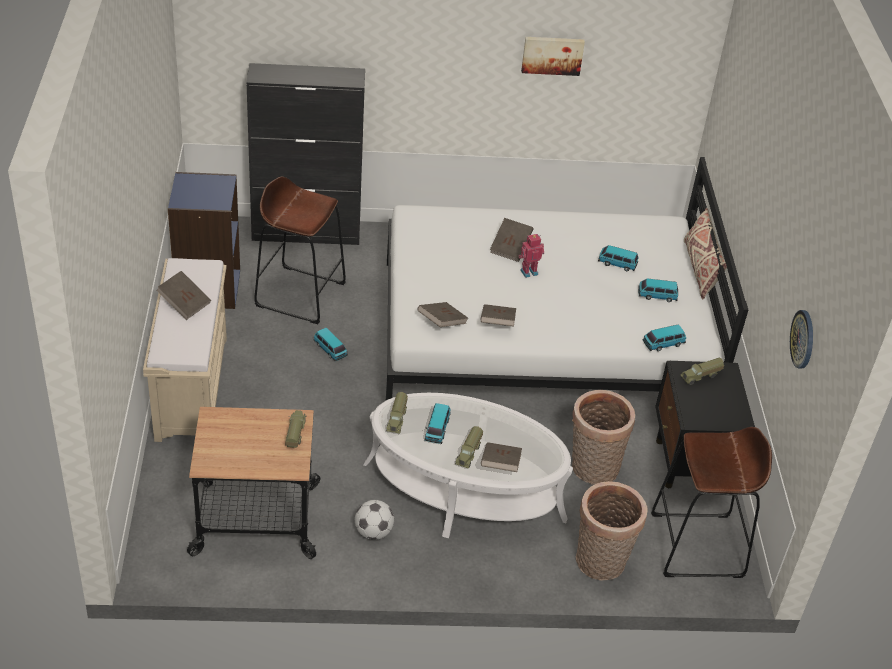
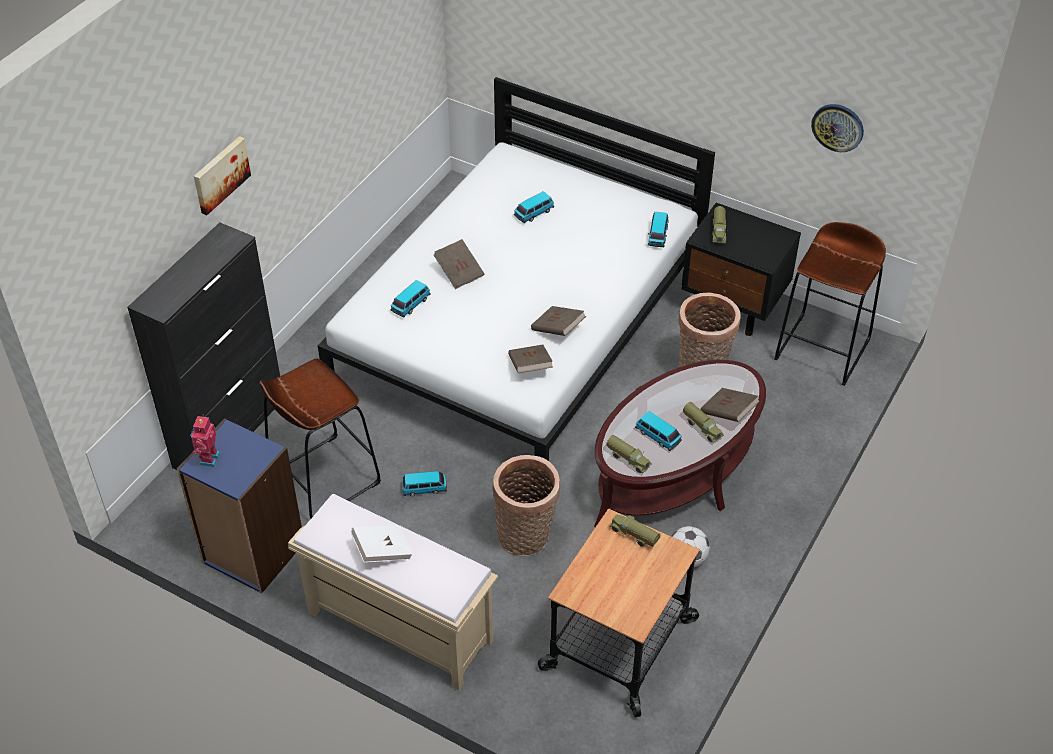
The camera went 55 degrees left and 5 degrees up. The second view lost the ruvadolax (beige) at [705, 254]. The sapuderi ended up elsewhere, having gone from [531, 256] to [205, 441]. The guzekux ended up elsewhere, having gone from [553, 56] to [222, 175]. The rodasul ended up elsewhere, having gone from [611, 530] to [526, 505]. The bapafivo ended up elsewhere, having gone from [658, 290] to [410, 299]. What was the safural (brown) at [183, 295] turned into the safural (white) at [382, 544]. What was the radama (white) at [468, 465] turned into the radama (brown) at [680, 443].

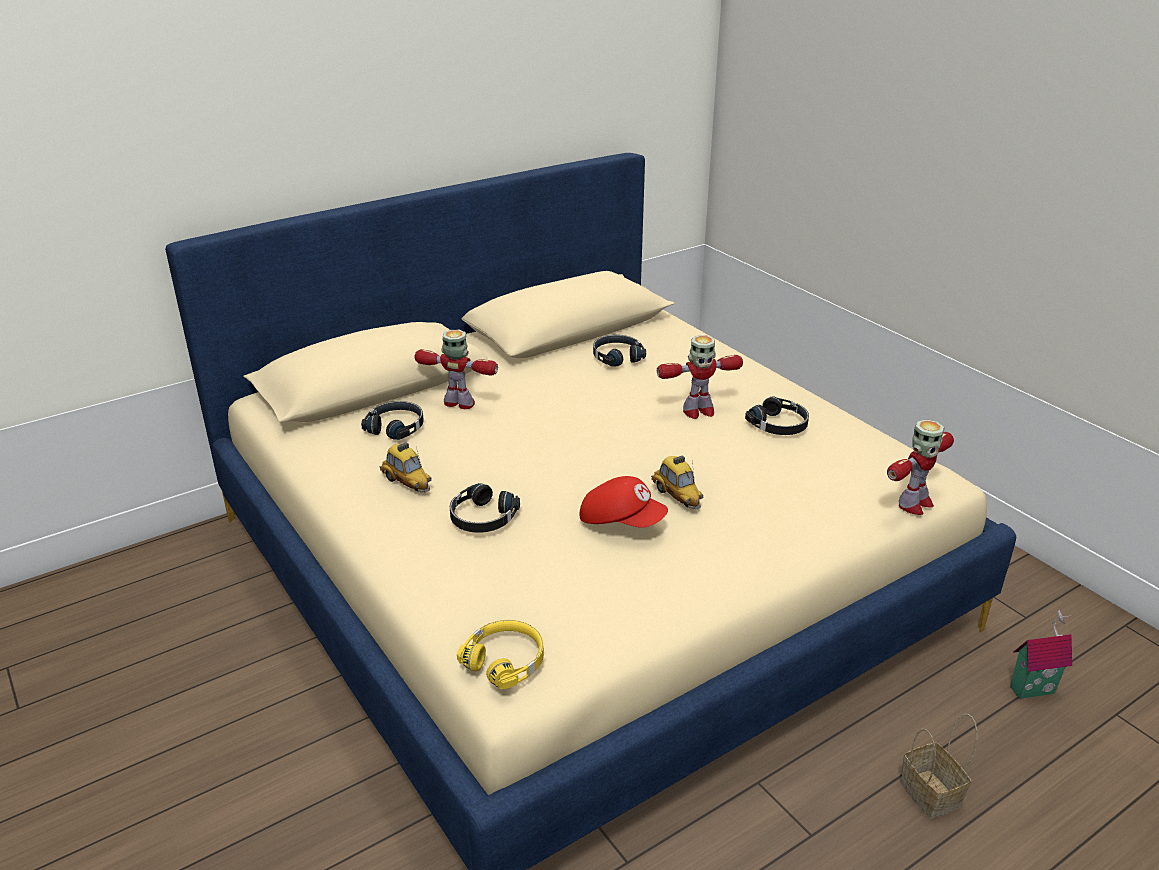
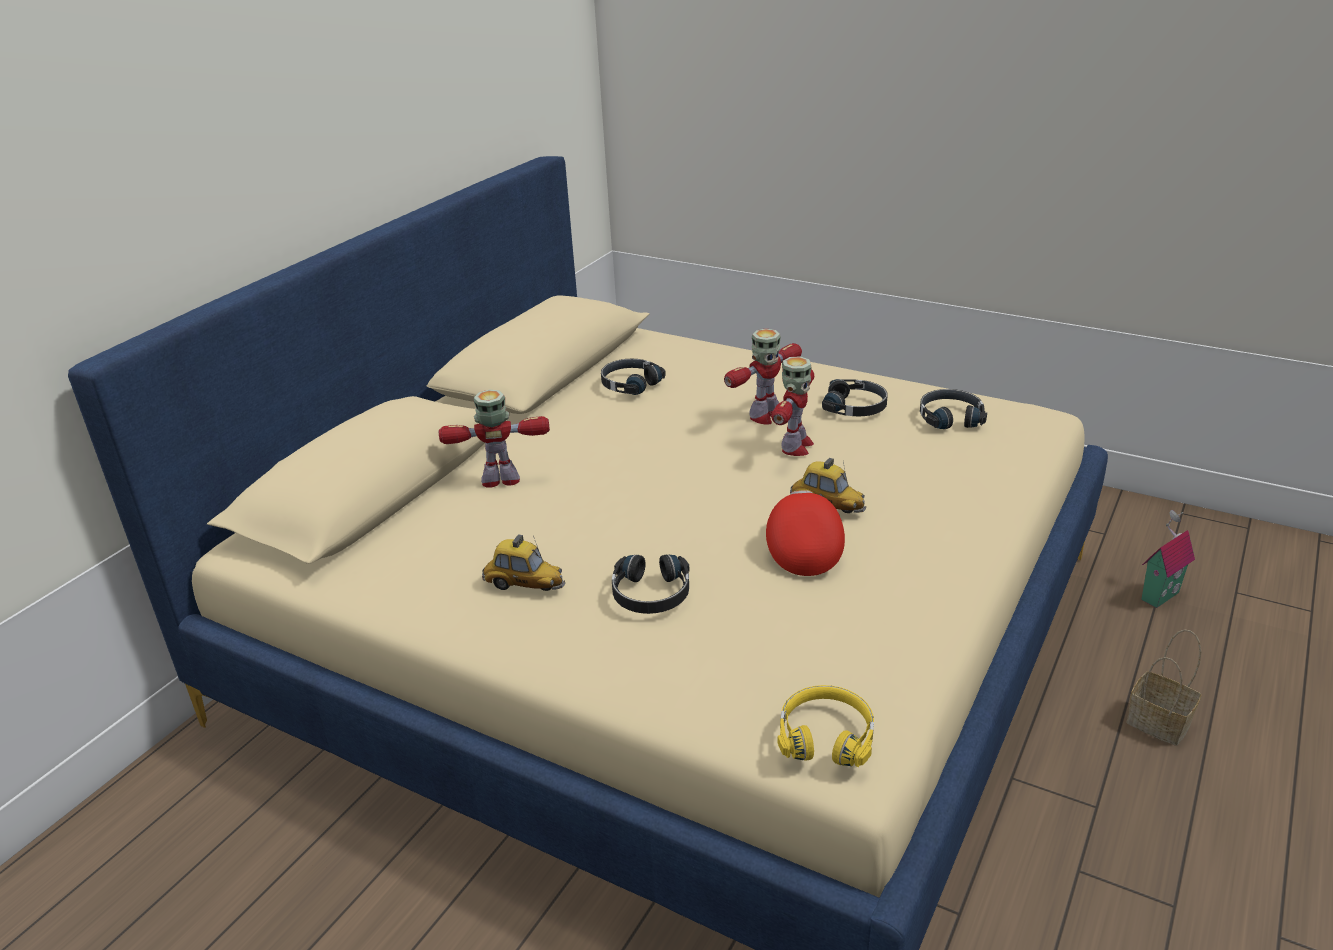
The camera went 25 degrees left and 0 degrees up. The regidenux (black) ended up elsewhere, having gone from [392, 420] to [953, 409]. The sapuderi ended up elsewhere, having gone from [920, 467] to [792, 406]. The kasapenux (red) at [624, 502] ended up facing another way, 90 degrees counterclockwise from before.

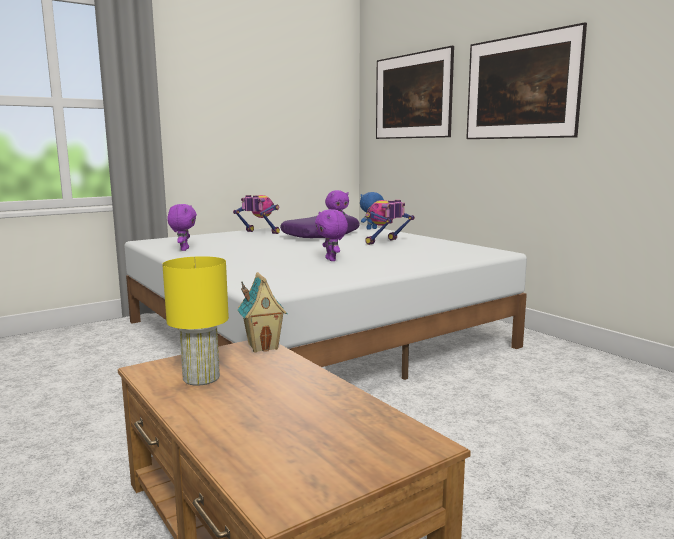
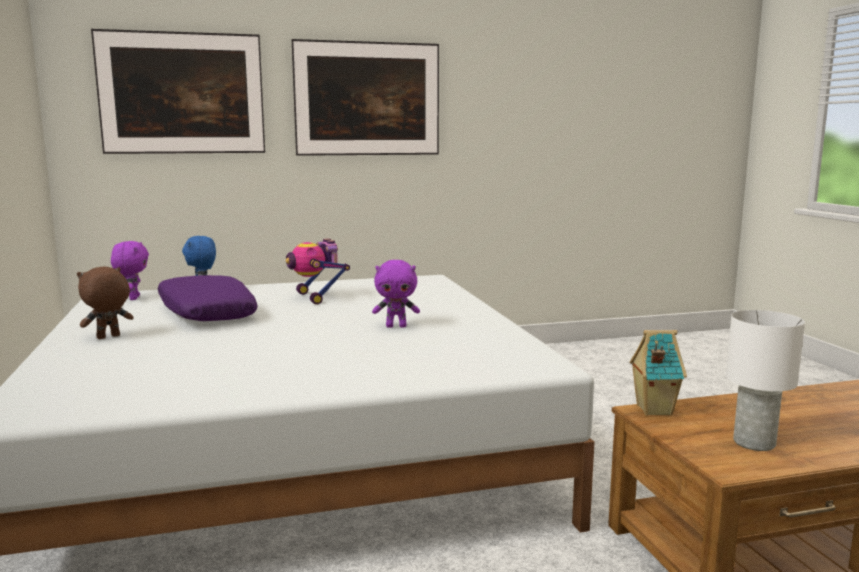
The camera went 70 degrees left and 0 degrees up. The second view lost the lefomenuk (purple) at [182, 227]. Where the sapuderi stood at [256, 214], the lefomenuk (brown) came to stand at [105, 303]. What was the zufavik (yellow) at [195, 321] turned into the zufavik (white) at [765, 380].

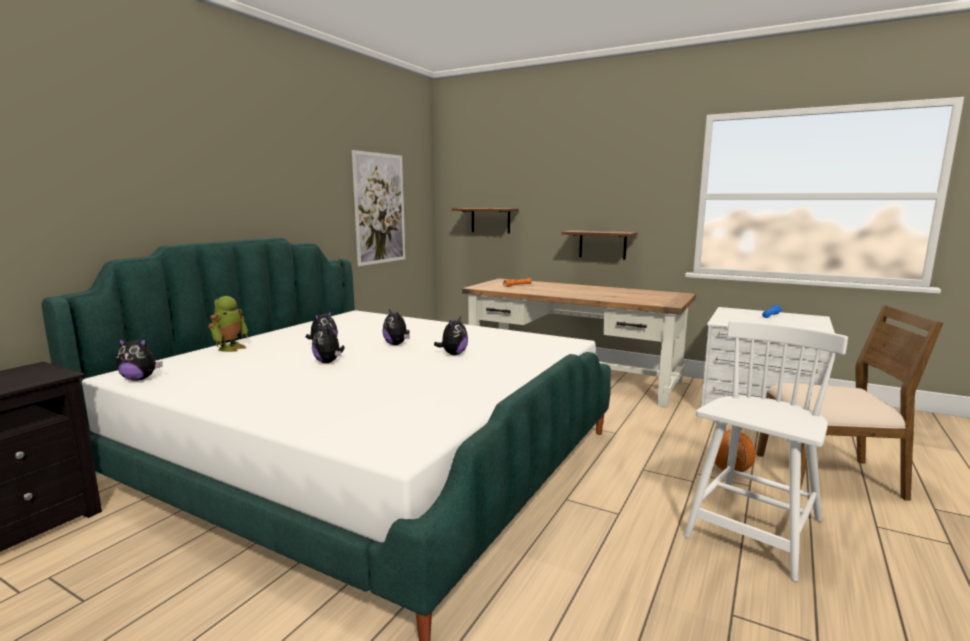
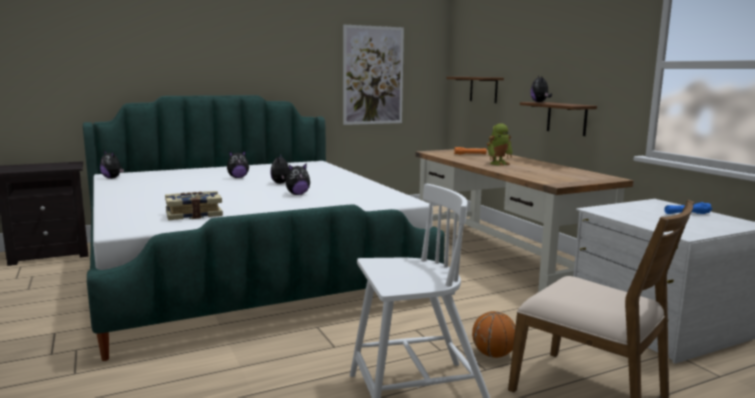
The camera went 35 degrees right and 0 degrees up. The second view gained the safural at [194, 205]. The sapuderi ended up elsewhere, having gone from [228, 324] to [500, 144]. The lefomenuk ended up elsewhere, having gone from [328, 343] to [541, 89].

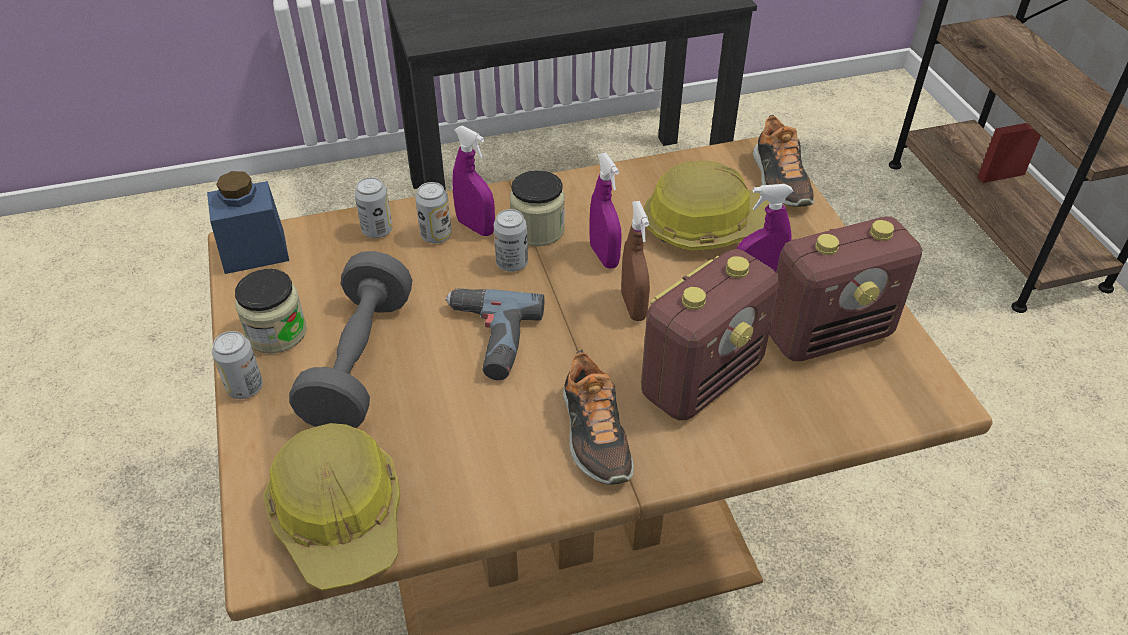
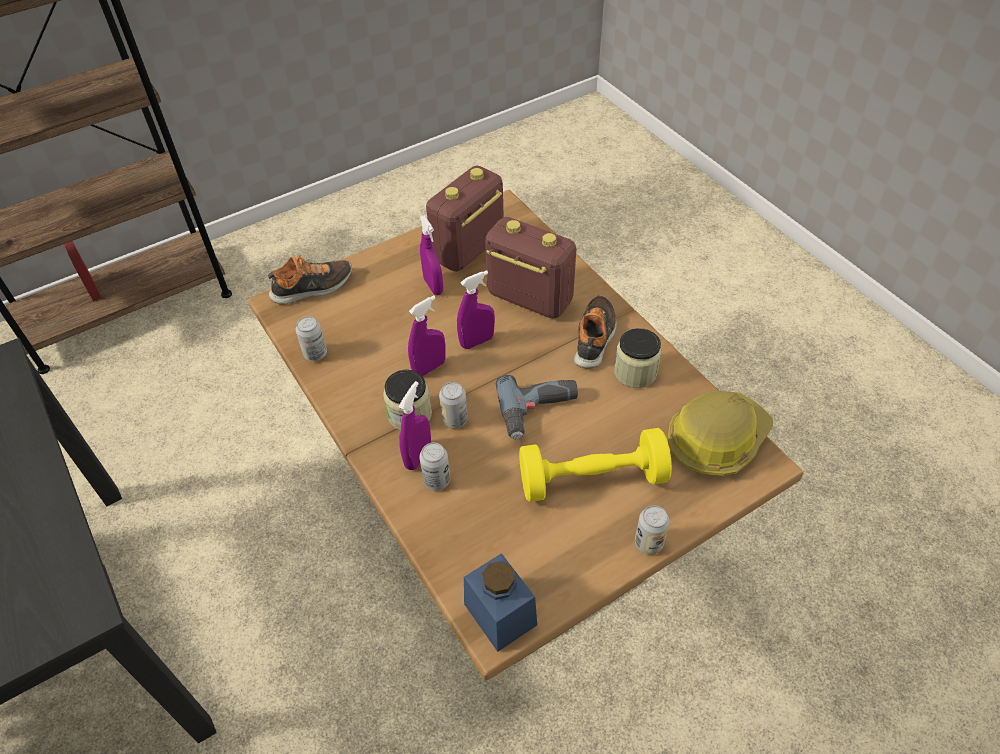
The camera went 105 degrees left and 5 degrees up. The second view lost the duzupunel at [706, 206]. The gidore ended up elsewhere, having gone from [271, 311] to [637, 358]. The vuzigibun ended up elsewhere, having gone from [373, 207] to [311, 338]. What was the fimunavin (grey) at [350, 339] turned into the fimunavin (yellow) at [595, 465]. What was the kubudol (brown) at [635, 261] turned into the kubudol (purple) at [476, 309]. The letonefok at [598, 417] ended up facing another way, 45 degrees counterclockwise from before. The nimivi at [845, 288] ended up facing another way, 105 degrees counterclockwise from before.

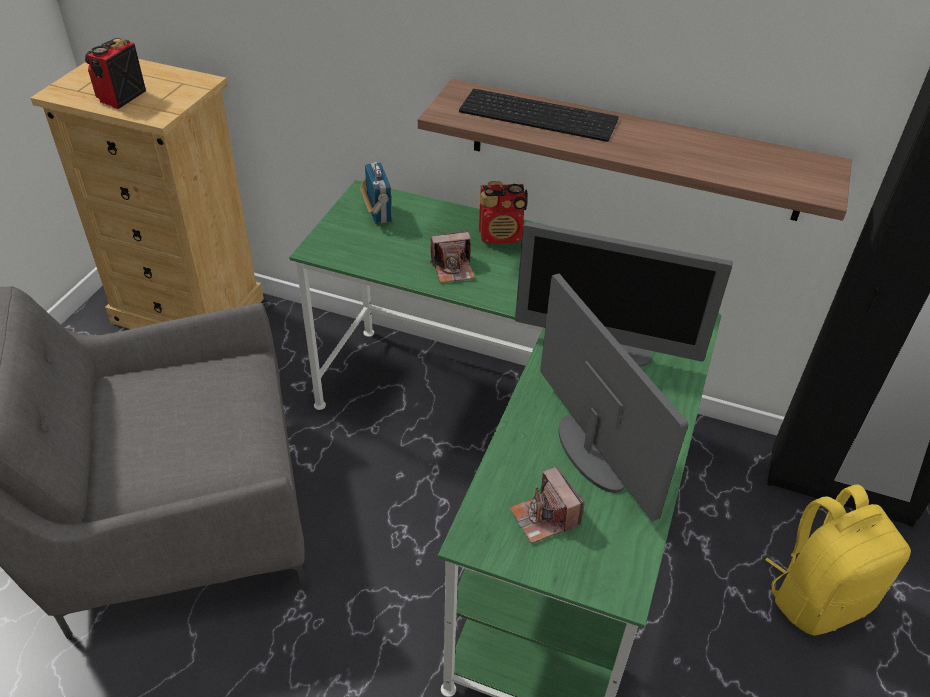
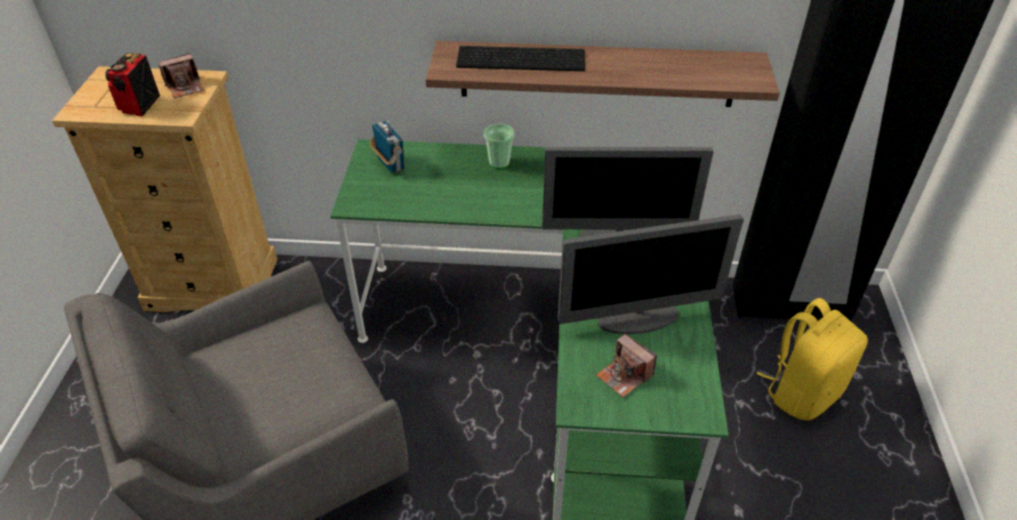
The camera went 15 degrees left and 0 degrees up. The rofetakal ended up elsewhere, having gone from [452, 256] to [181, 75]. Where the nimivi stood at [503, 212], the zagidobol came to stand at [499, 146]. The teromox at [614, 397] ended up facing another way, 120 degrees clockwise from before.

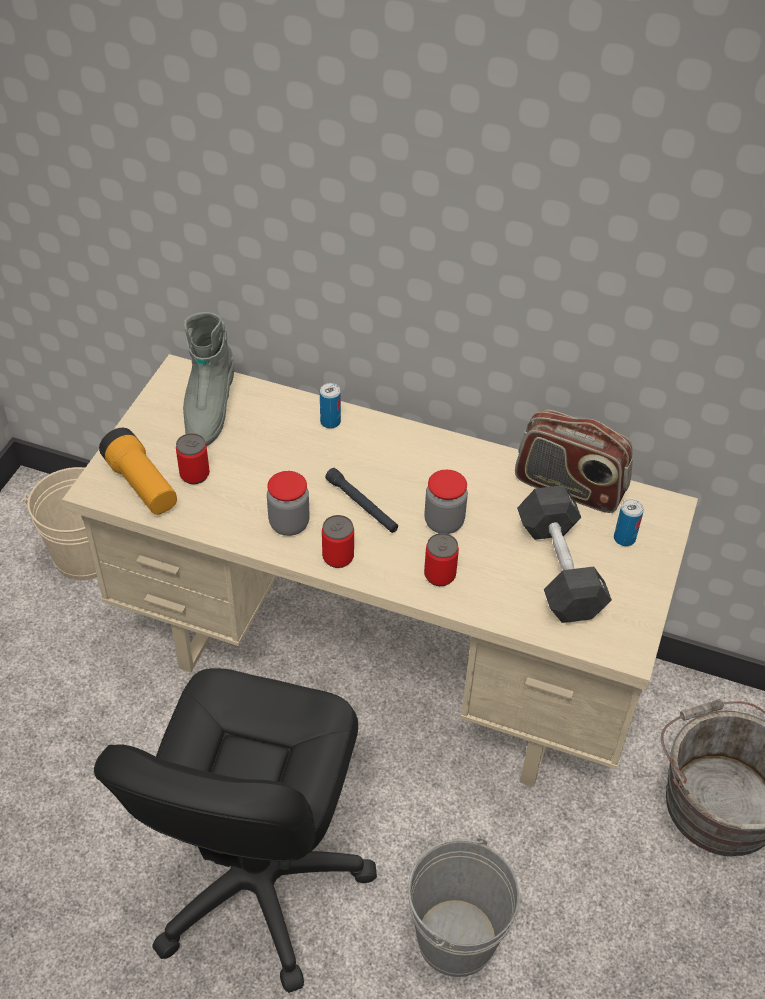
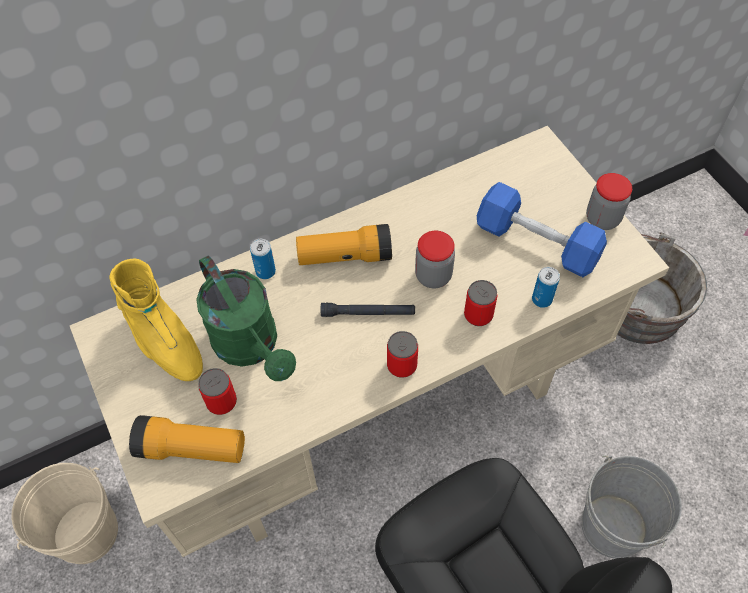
The camera went 45 degrees left and 10 degrees up. The second view lost the nimivi at [574, 461]. The second view gained the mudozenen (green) at [246, 318]. The second view gained the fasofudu at [344, 244]. The gidore ended up elsewhere, having gone from [288, 503] to [609, 201]. The vuzigibun ended up elsewhere, having gone from [629, 522] to [546, 287]. What was the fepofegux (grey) at [208, 379] turned into the fepofegux (yellow) at [156, 320]. What was the fimunavin (black) at [564, 554] turned into the fimunavin (blue) at [542, 229].

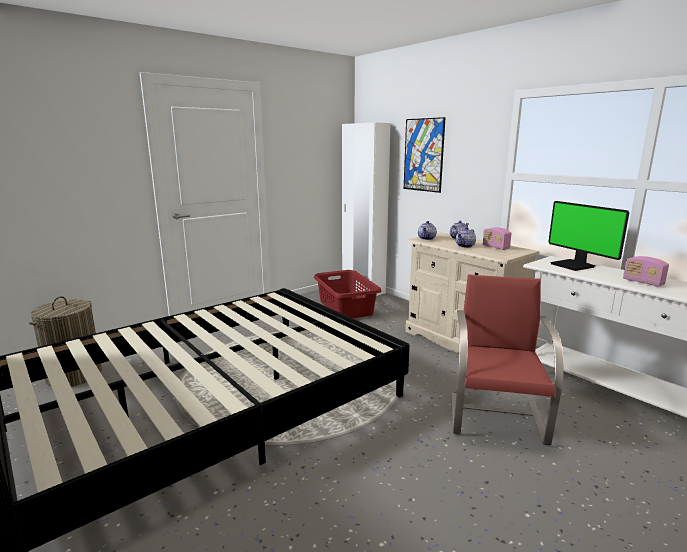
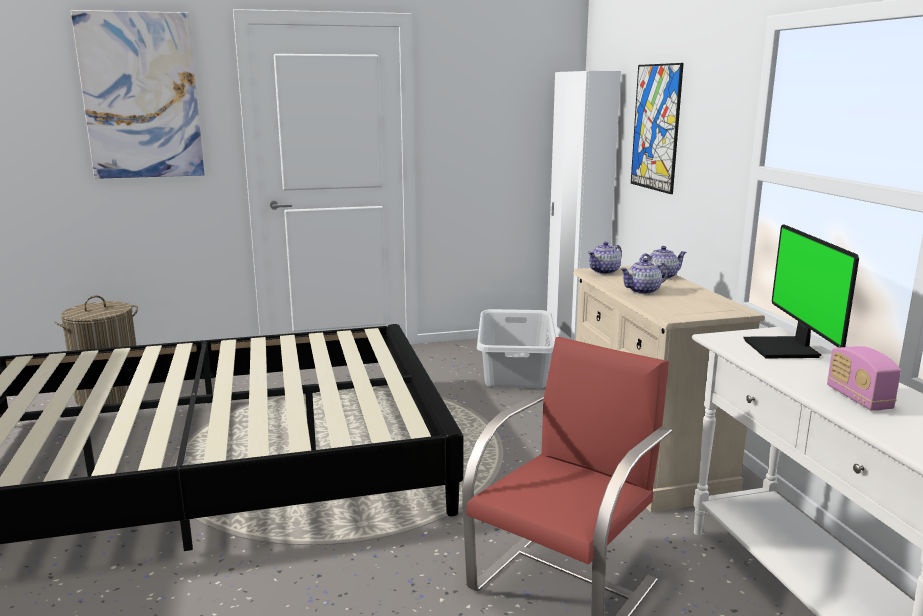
The camera went 25 degrees right and 0 degrees up. The second view lost the nimivi at [497, 238]. The second view gained the guzekux at [138, 94]. What was the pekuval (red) at [347, 294] turned into the pekuval (grey) at [516, 348].

